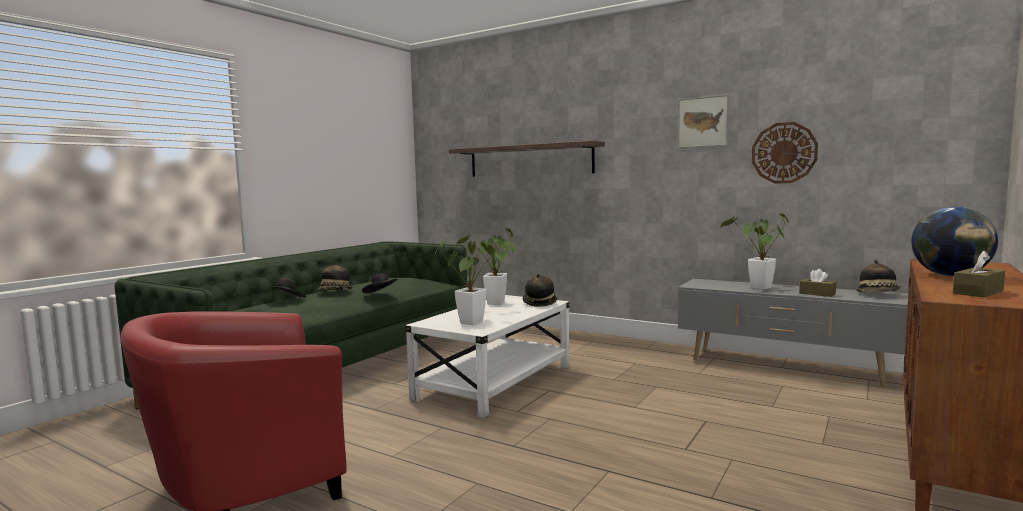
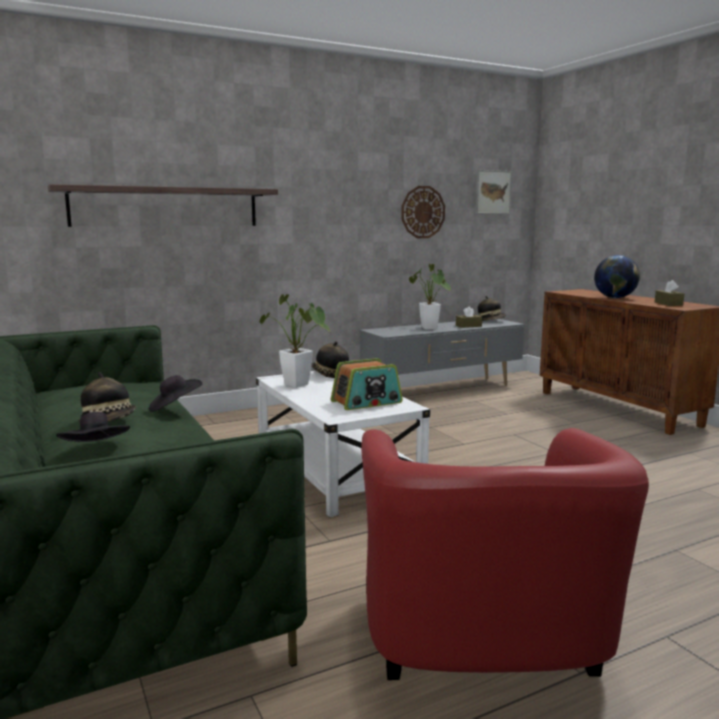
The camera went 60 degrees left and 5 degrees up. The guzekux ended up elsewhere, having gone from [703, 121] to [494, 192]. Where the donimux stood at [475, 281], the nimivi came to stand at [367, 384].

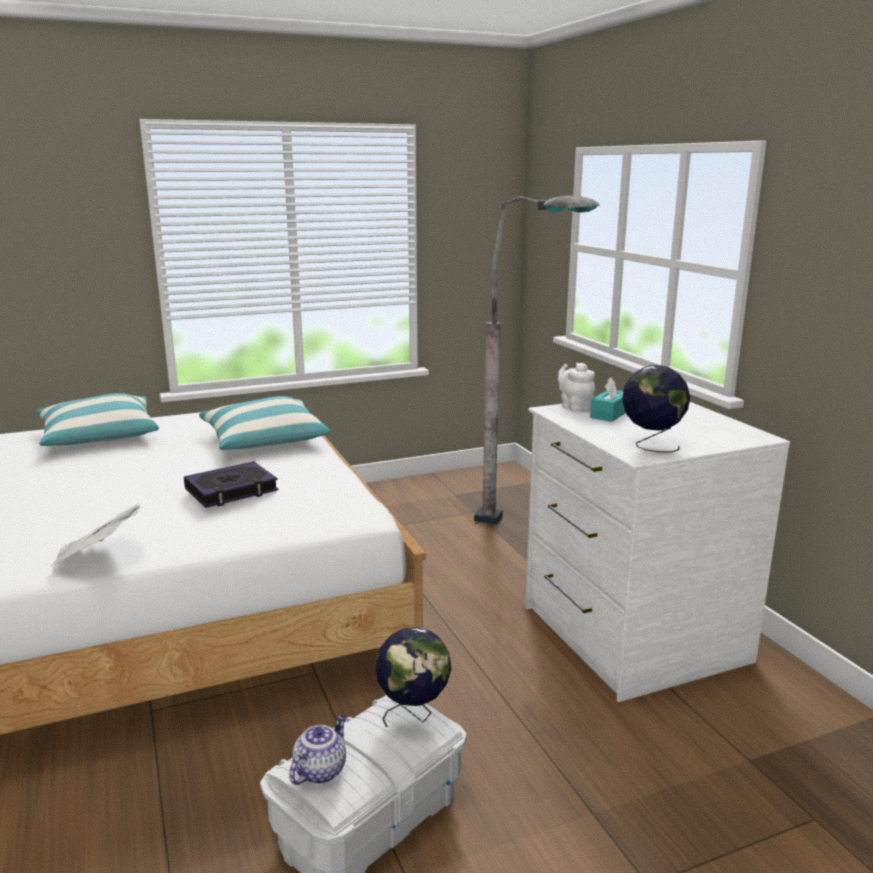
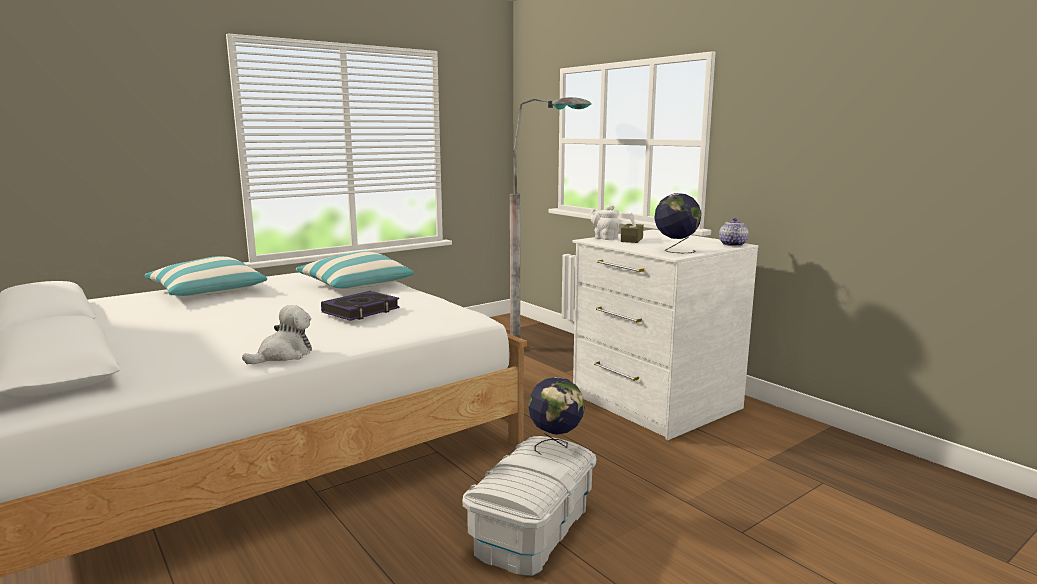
The camera went 15 degrees left and 5 degrees down. The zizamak ended up elsewhere, having gone from [317, 750] to [734, 232]. Where the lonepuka stood at [95, 535], the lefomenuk came to stand at [277, 334]. What was the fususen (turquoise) at [608, 399] turned into the fususen (brown) at [632, 228].

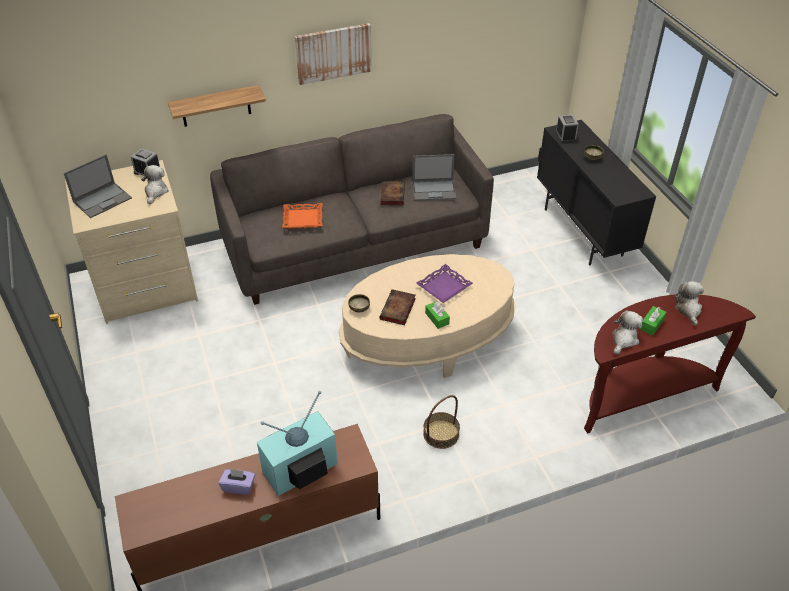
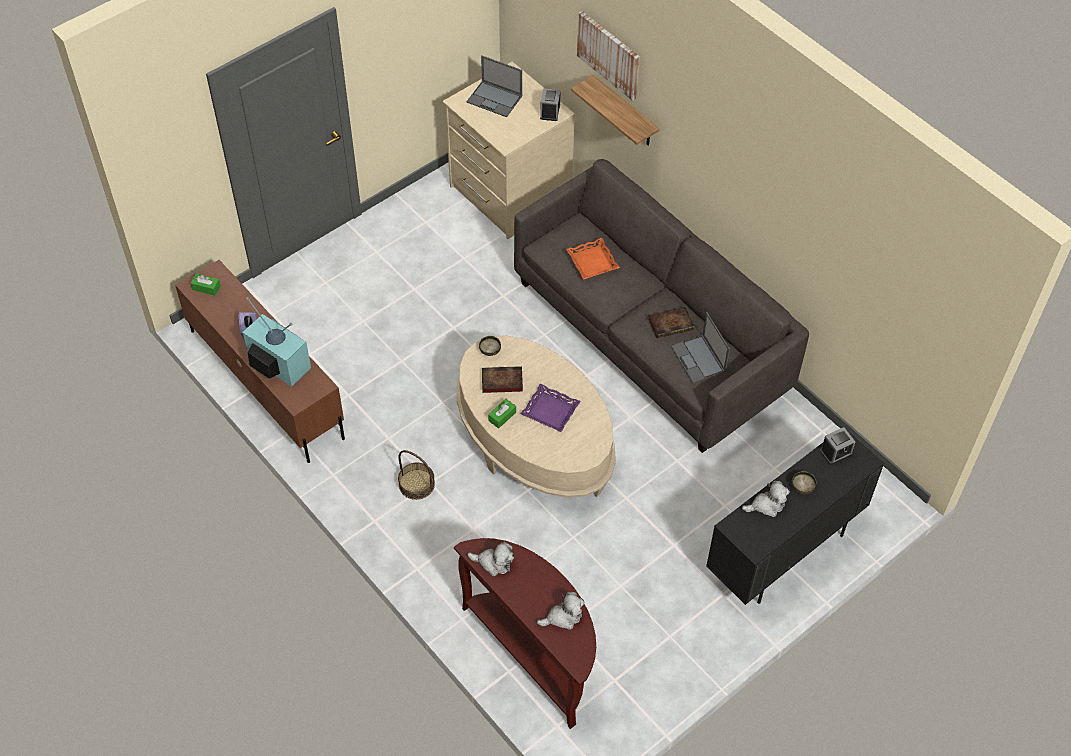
The camera went 70 degrees right and 10 degrees up. The lefomenuk ended up elsewhere, having gone from [155, 184] to [766, 499]. The guzekux ended up elsewhere, having gone from [333, 54] to [608, 56]. The fususen (green) ended up elsewhere, having gone from [653, 320] to [206, 284].

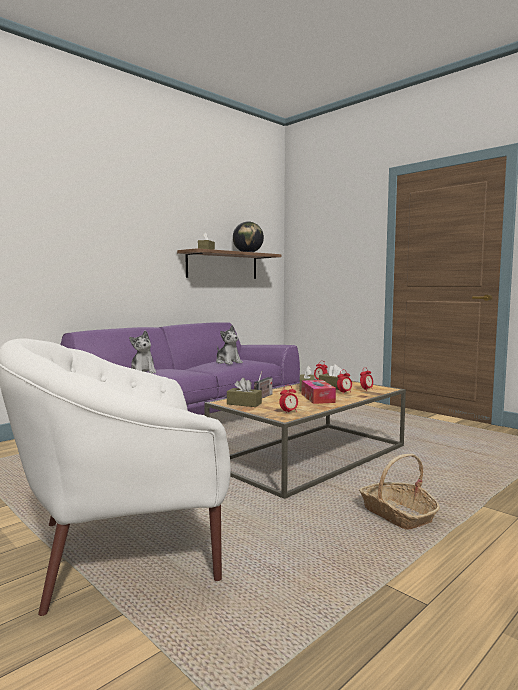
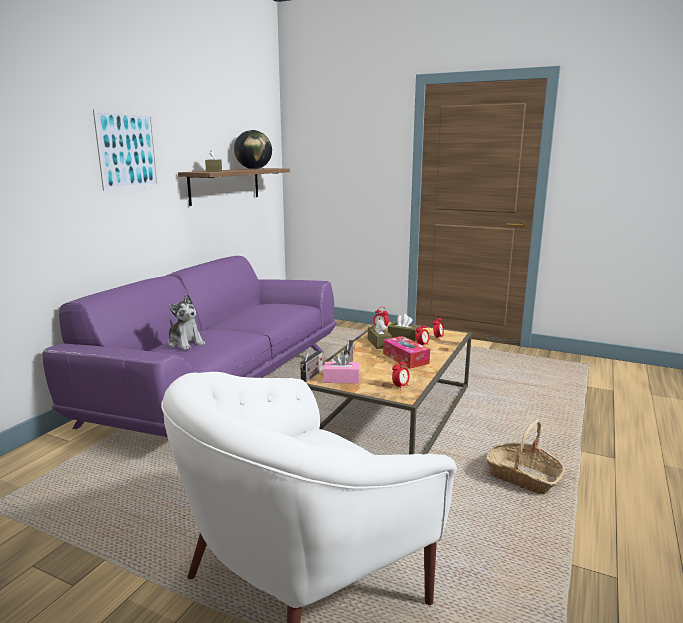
The camera went 20 degrees left and 10 degrees up. The second view lost the lefomenuk at [229, 345]. The second view gained the guzekux at [126, 150]. The second view gained the nimivi at [311, 365]. What was the fususen (brown) at [244, 392] turned into the fususen (pink) at [341, 367].

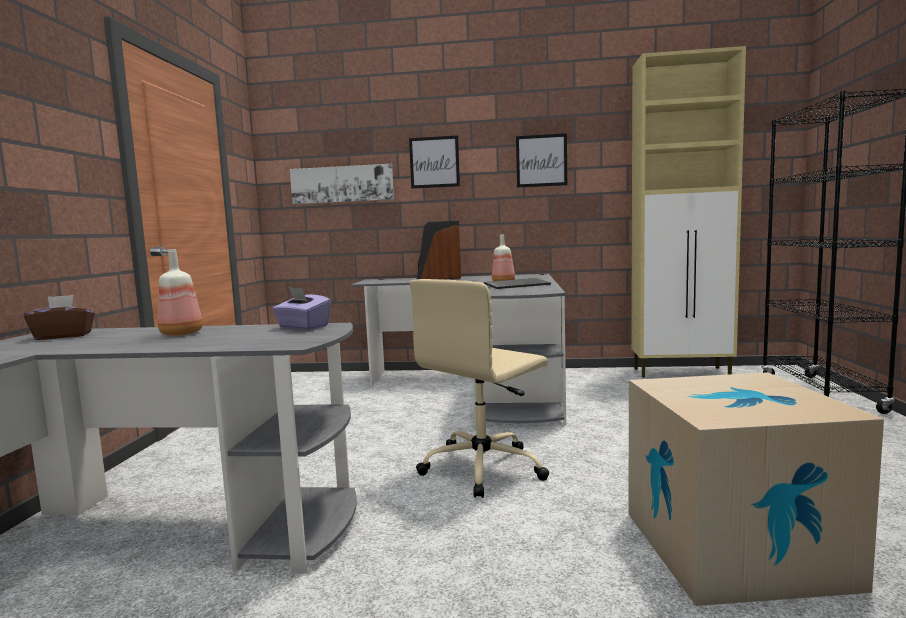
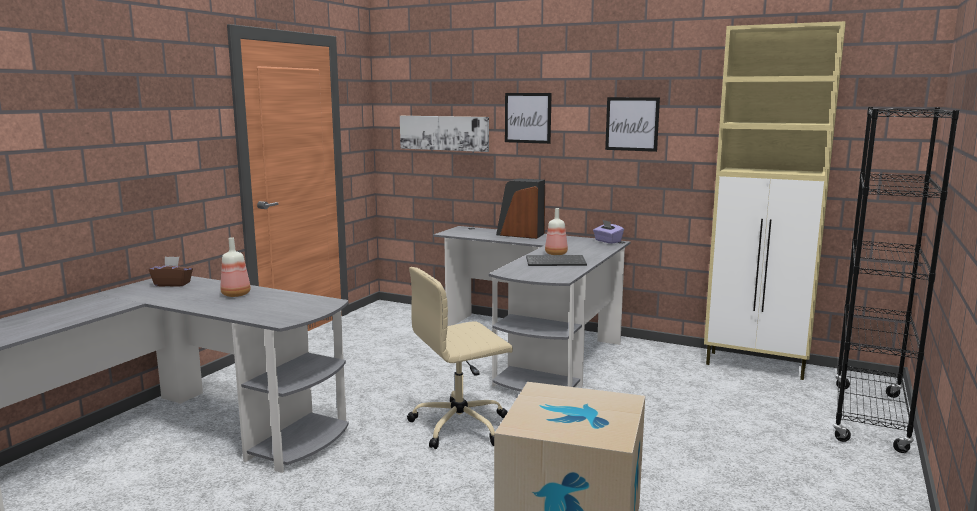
The camera went 20 degrees right and 5 degrees up. The fususen (purple) ended up elsewhere, having gone from [302, 308] to [608, 232].

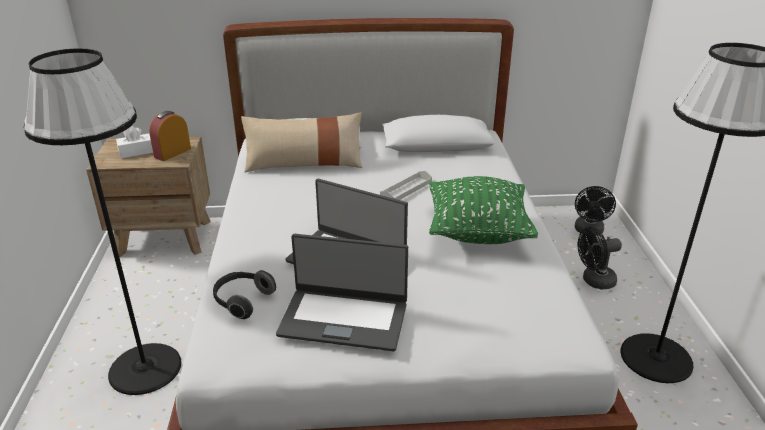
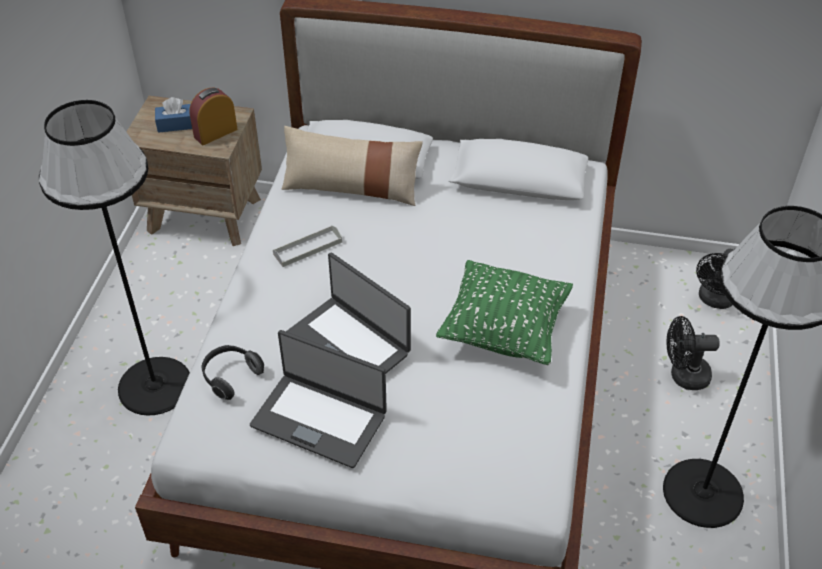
The camera went 15 degrees right and 15 degrees up. The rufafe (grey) ended up elsewhere, having gone from [406, 185] to [307, 246]. What was the fususen (white) at [134, 142] turned into the fususen (blue) at [173, 115].

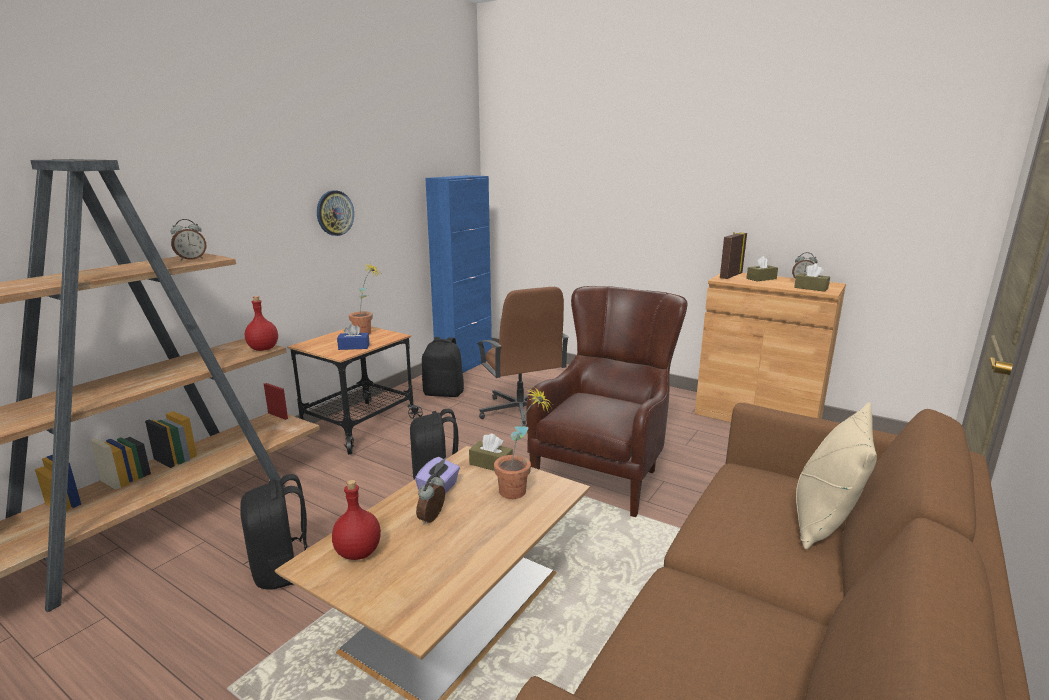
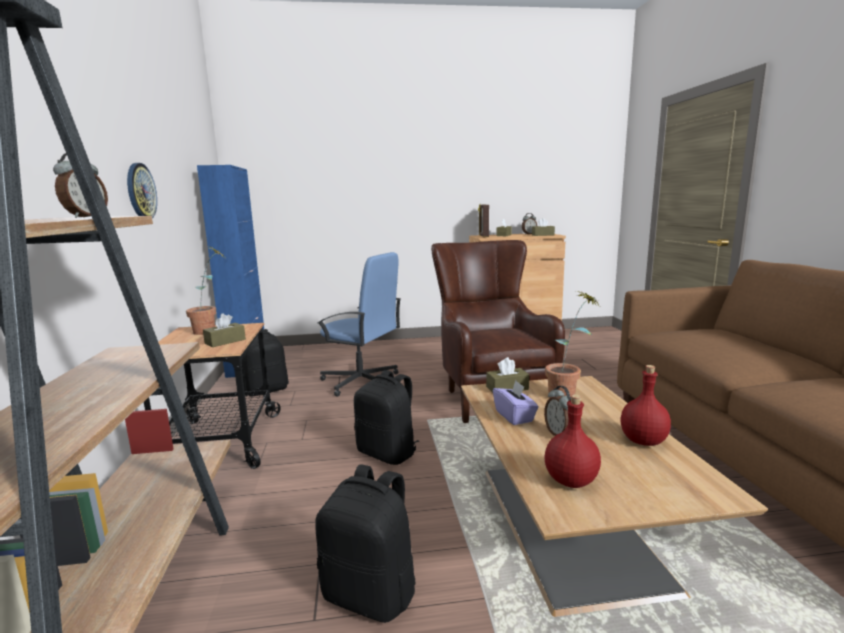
The camera went 40 degrees left and 5 degrees down. The second view lost the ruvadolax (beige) at [836, 476]. The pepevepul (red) ended up elsewhere, having gone from [261, 323] to [645, 405]. What was the fususen (blue) at [353, 337] turned into the fususen (brown) at [224, 330]. What was the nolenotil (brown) at [523, 357] turned into the nolenotil (blue) at [359, 324].

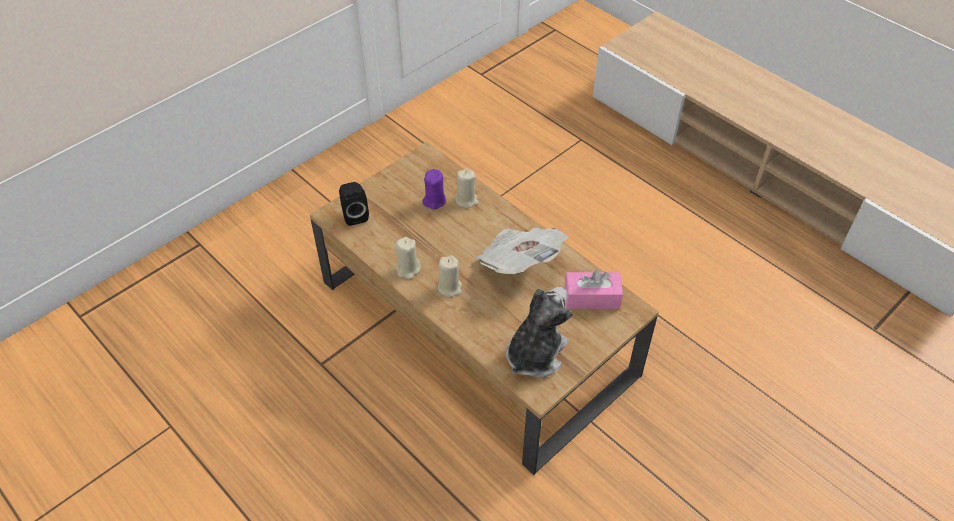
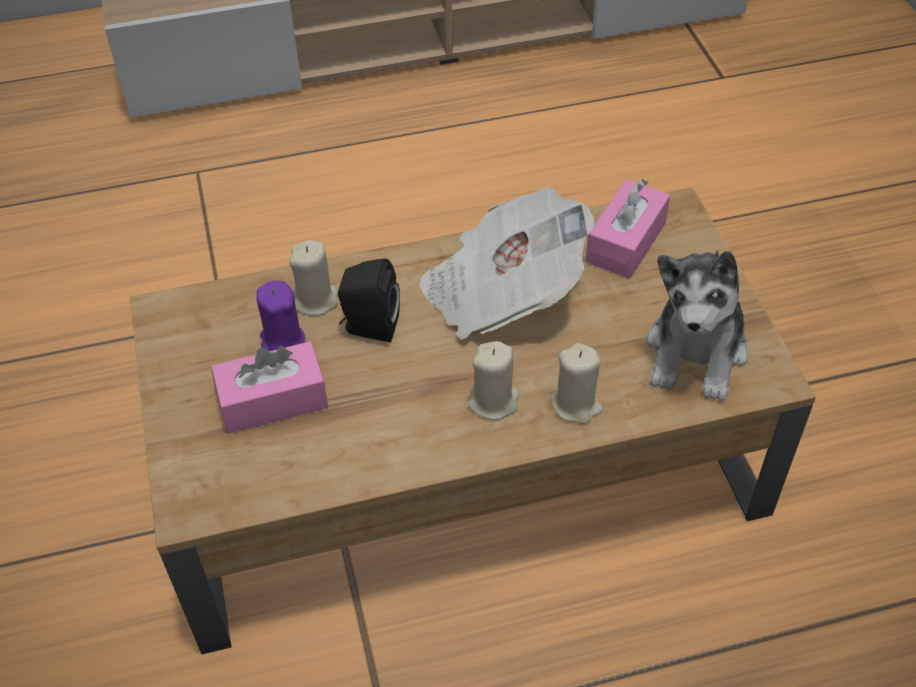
The camera went 60 degrees left and 0 degrees up. The second view gained the fususen (pink) at [269, 387]. The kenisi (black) ended up elsewhere, having gone from [354, 204] to [369, 300]. The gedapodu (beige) ended up elsewhere, having gone from [408, 258] to [577, 383]. The lefomenuk at [539, 332] ended up facing another way, 135 degrees counterclockwise from before.

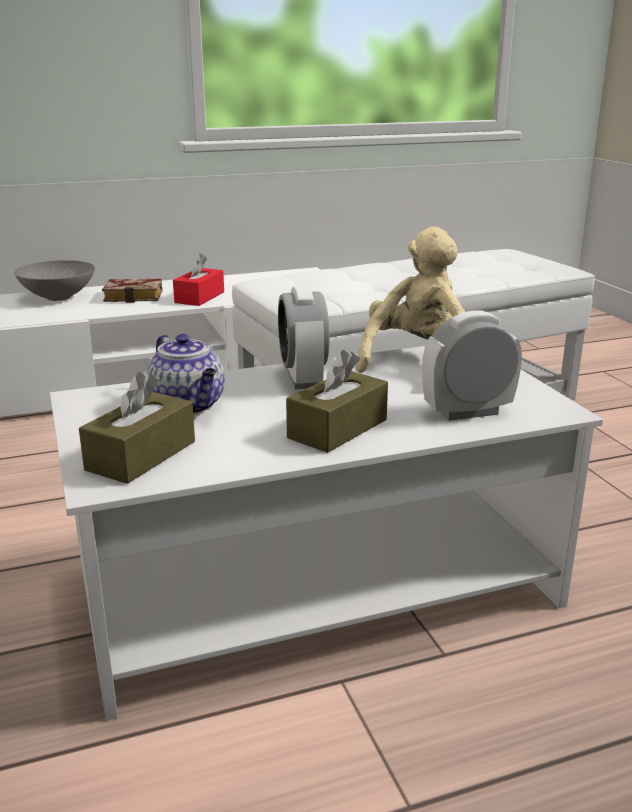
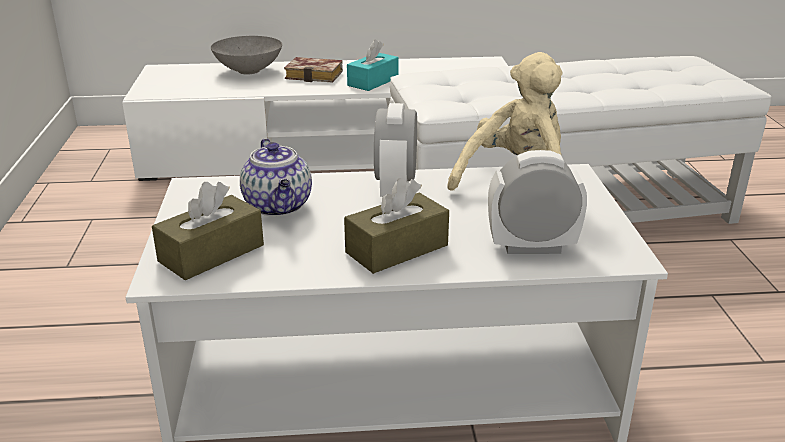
The camera went 15 degrees right and 5 degrees up. What was the fususen (red) at [198, 279] turned into the fususen (turquoise) at [373, 65].

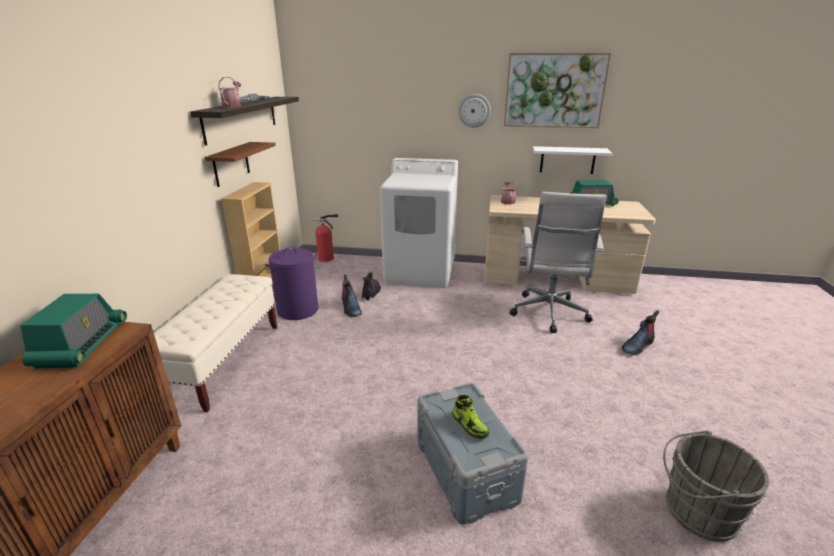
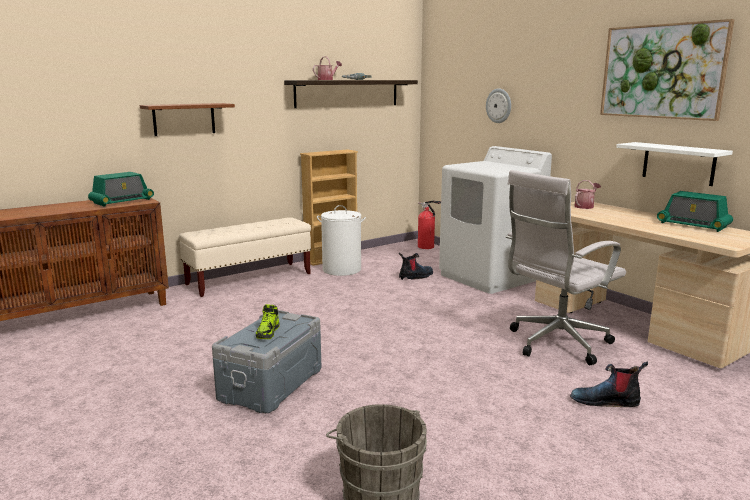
The camera went 45 degrees right and 10 degrees down. The second view lost the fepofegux at [352, 296]. The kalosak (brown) ended up elsewhere, having gone from [240, 164] to [187, 119]. The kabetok ended up elsewhere, having gone from [474, 111] to [498, 105]. What was the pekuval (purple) at [292, 283] turned into the pekuval (white) at [341, 240].

